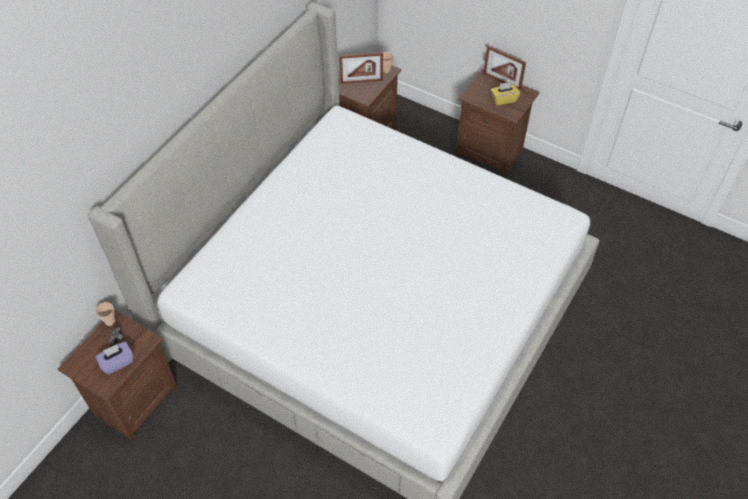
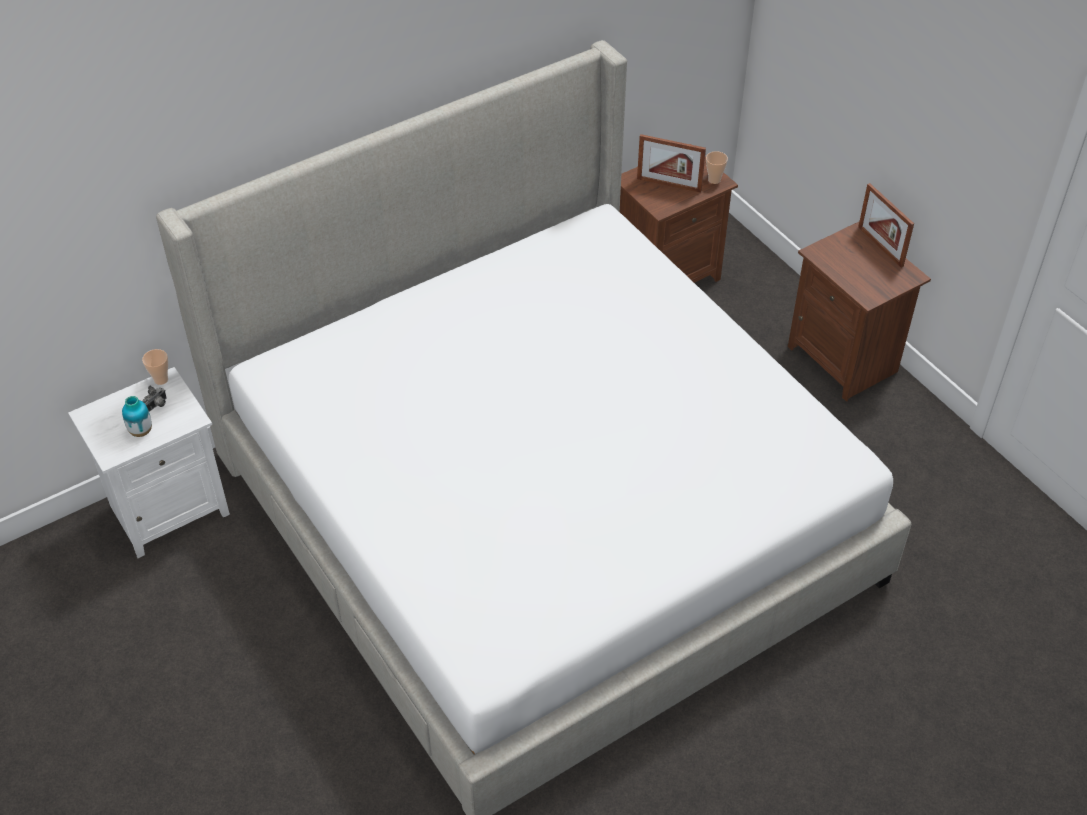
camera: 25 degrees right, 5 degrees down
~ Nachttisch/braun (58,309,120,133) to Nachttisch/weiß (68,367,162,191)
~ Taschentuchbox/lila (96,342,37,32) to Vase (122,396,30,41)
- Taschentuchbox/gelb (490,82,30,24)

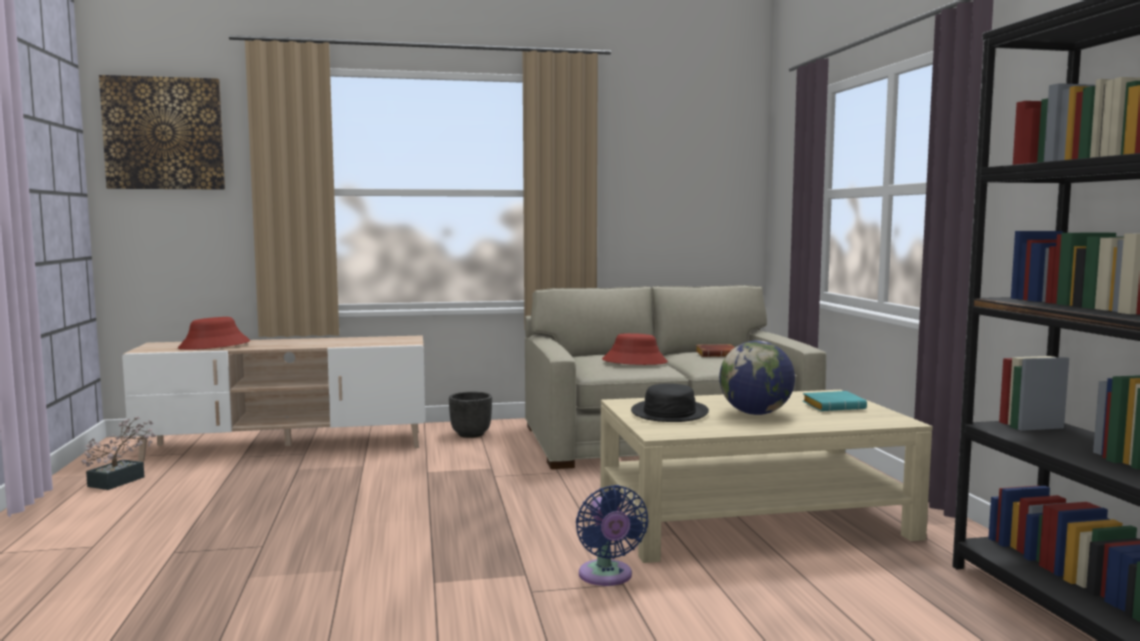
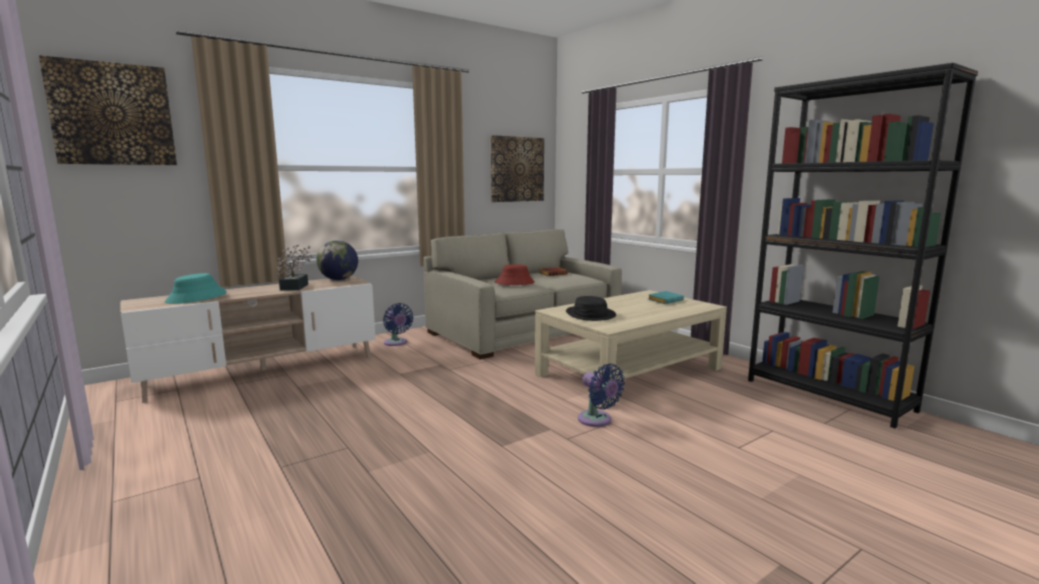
camera: 25 degrees left, 5 degrees up
~ Topfpflanze (81,417,74,73) to (277,245,35,45)
~ Hut/rot (178,317,72,33) to Hut/türkis (165,273,62,31)
~ Pflanzkübel/schwarz (449,392,43,46) to Ventilator/blau (383,303,30,43)
~ Globus (719,340,76,75) to (317,241,41,39)
+ Bild (490,135,54,67)

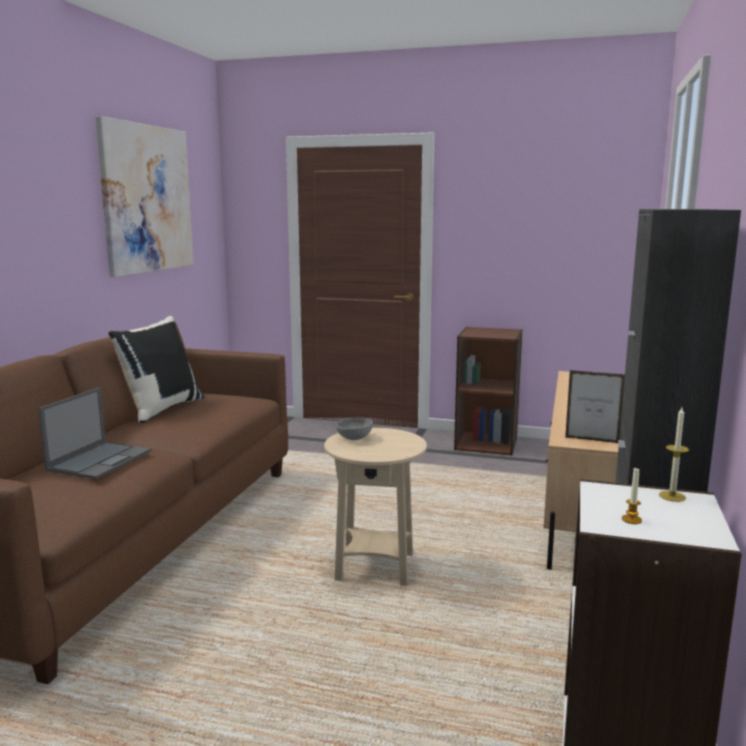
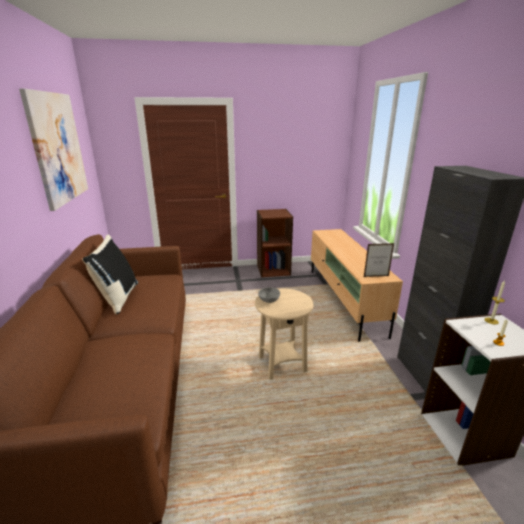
camera: 25 degrees left, 10 degrees up
- Laptop (38,387,113,92)

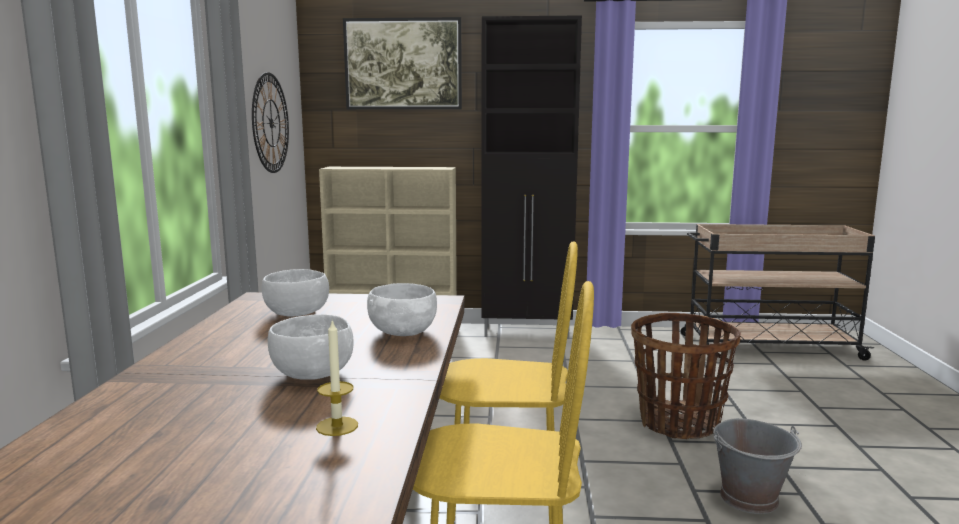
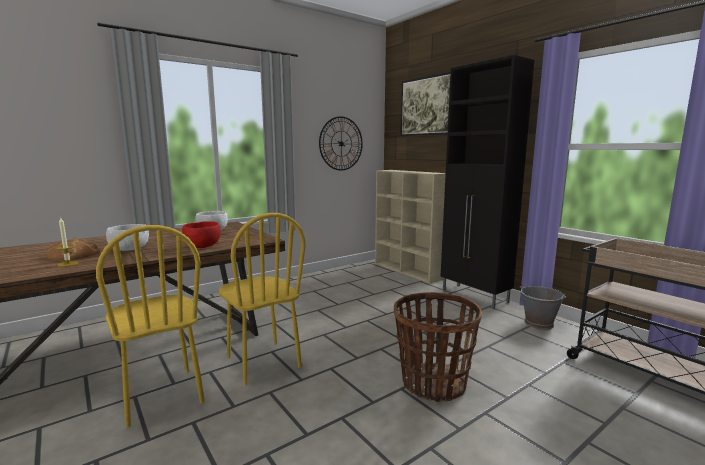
camera: 50 degrees right, 0 degrees up
~ Schüssel/weiß (367,283,70,53) to Schüssel/rot (182,221,39,27)
~ Eimer/grau (713,418,89,96) to (520,284,46,46)
+ Brot (46,238,54,22)

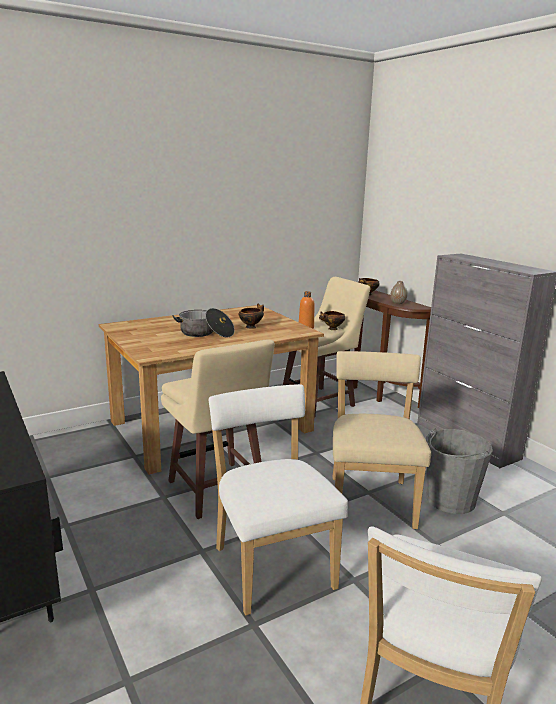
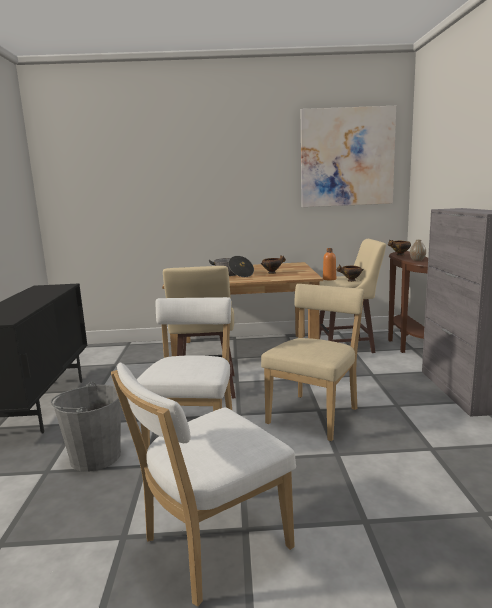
camera: 30 degrees right, 5 degrees down
~ Eimer/grau (426,428,67,86) to (51,382,70,90)
+ Bild (301,106,95,101)

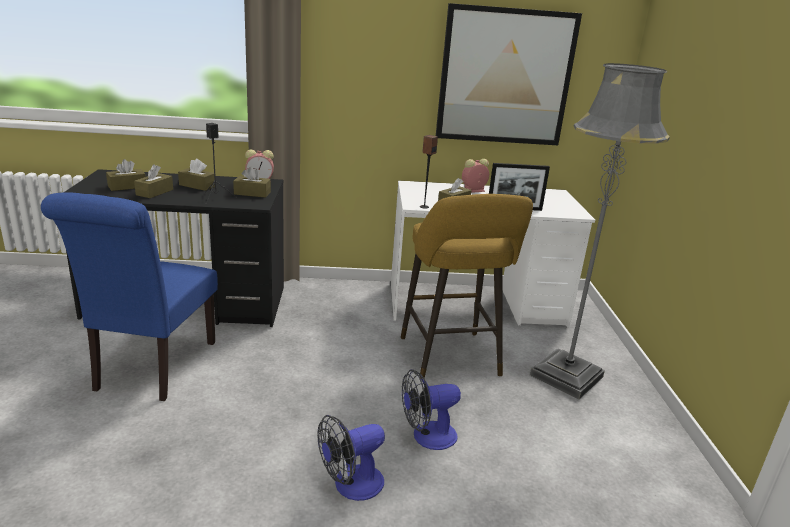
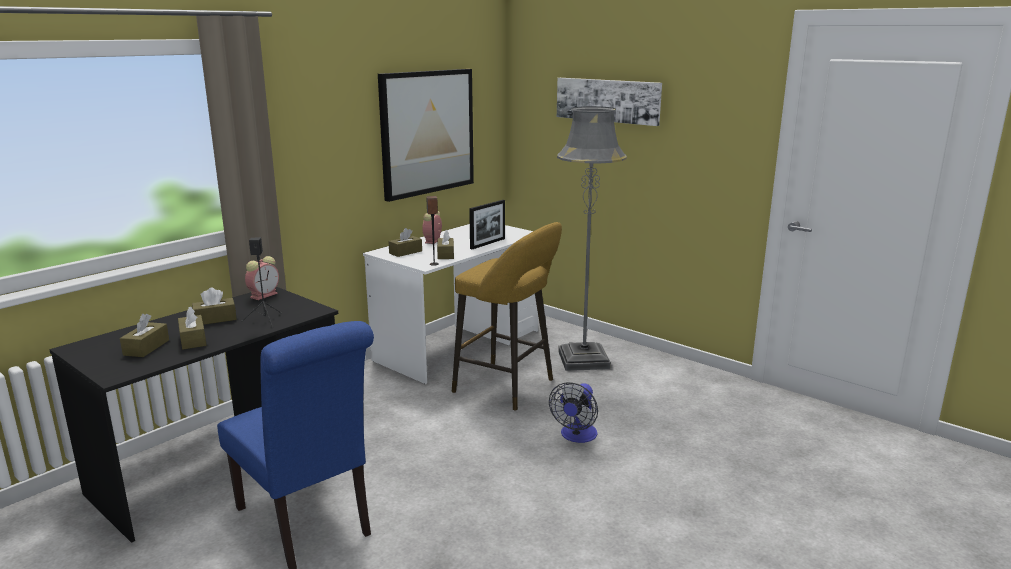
camera: 45 degrees left, 5 degrees down
~ Taschentuchbox/braun (233,166,38,32) to (388,228,34,29)
- Ventilator (317,415,68,86)
+ Bild (557,78,105,48)

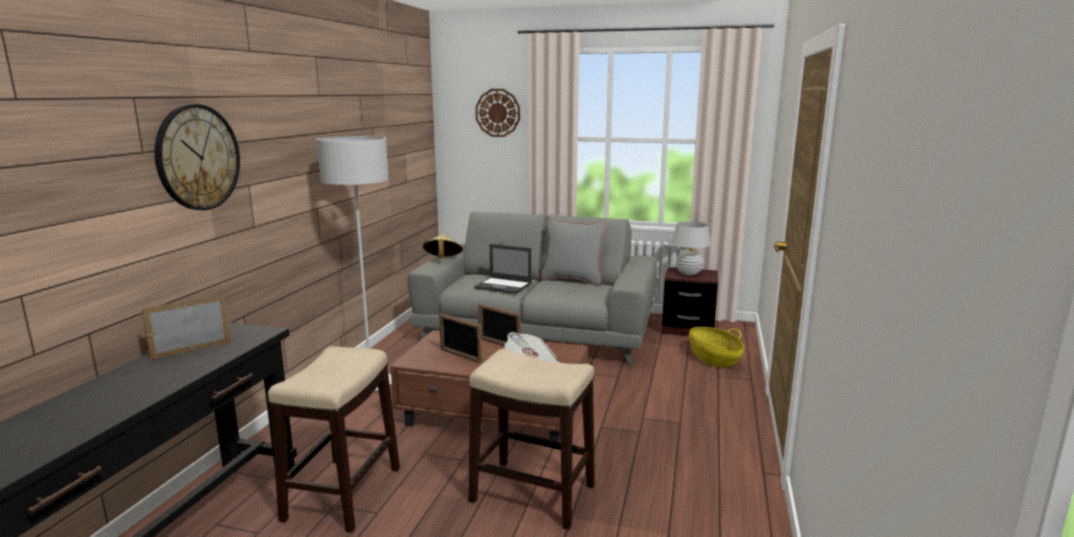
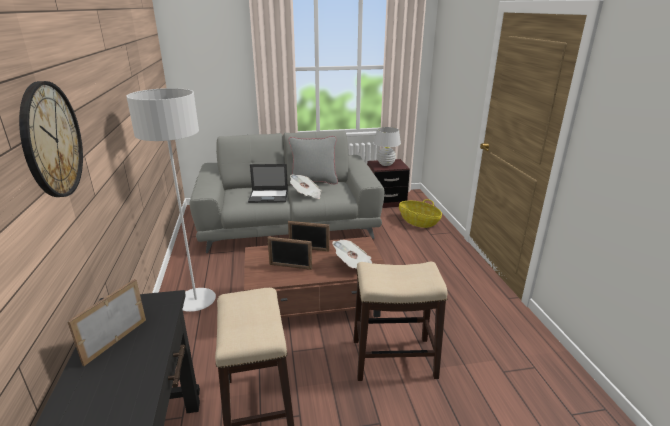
camera: 25 degrees left, 10 degrees up
- Hut/beige (423,234,40,24)
- Wanduhr (475,89,45,48)
+ Zeitung (290,174,31,25)

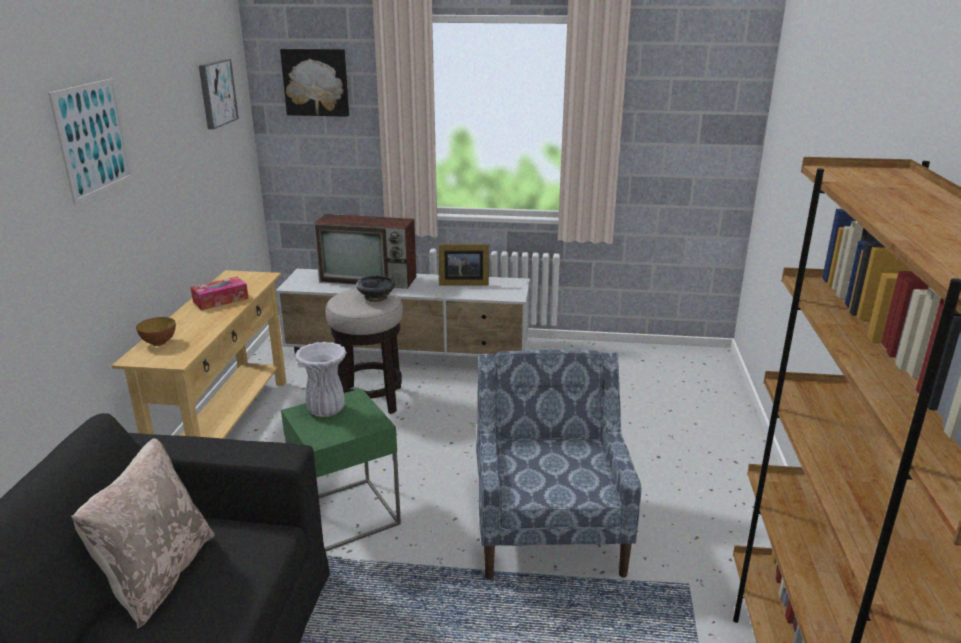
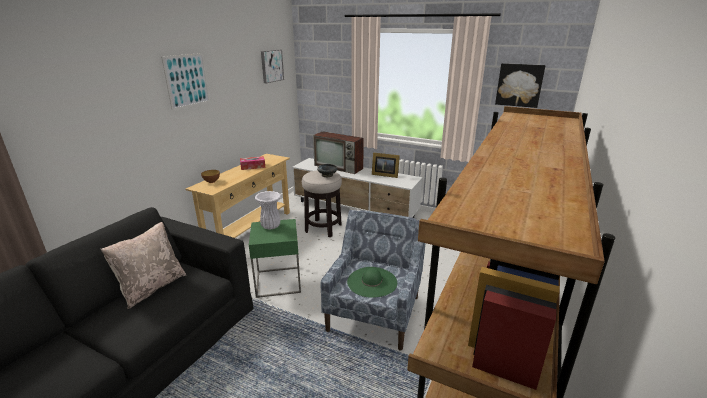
camera: 20 degrees right, 0 degrees up
~ Bild (280,49,69,68) to (495,63,51,45)
+ Hut/grün (347,267,50,31)

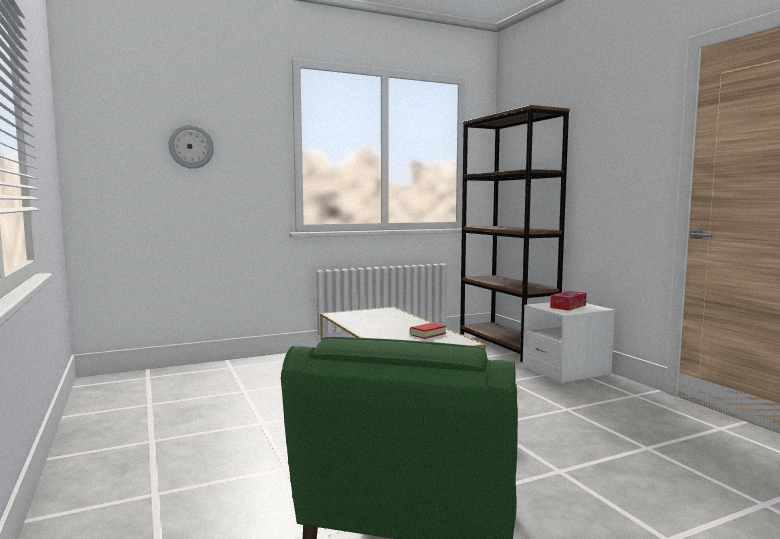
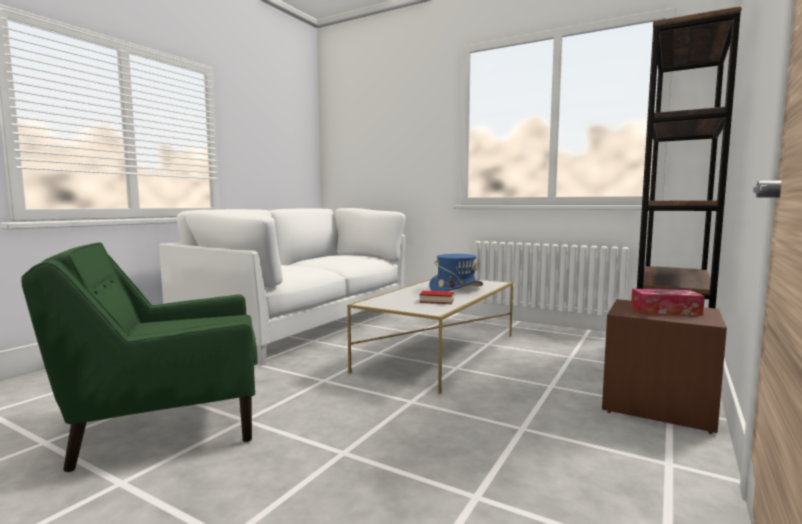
camera: 55 degrees right, 0 degrees up
- Wanduhr (169,125,45,44)
~ Nachttisch/weiß (523,302,92,82) to Nachttisch/braun (602,299,125,135)
+ Sofa/weiß (159,208,246,158)
+ Hut/blau (429,254,54,37)

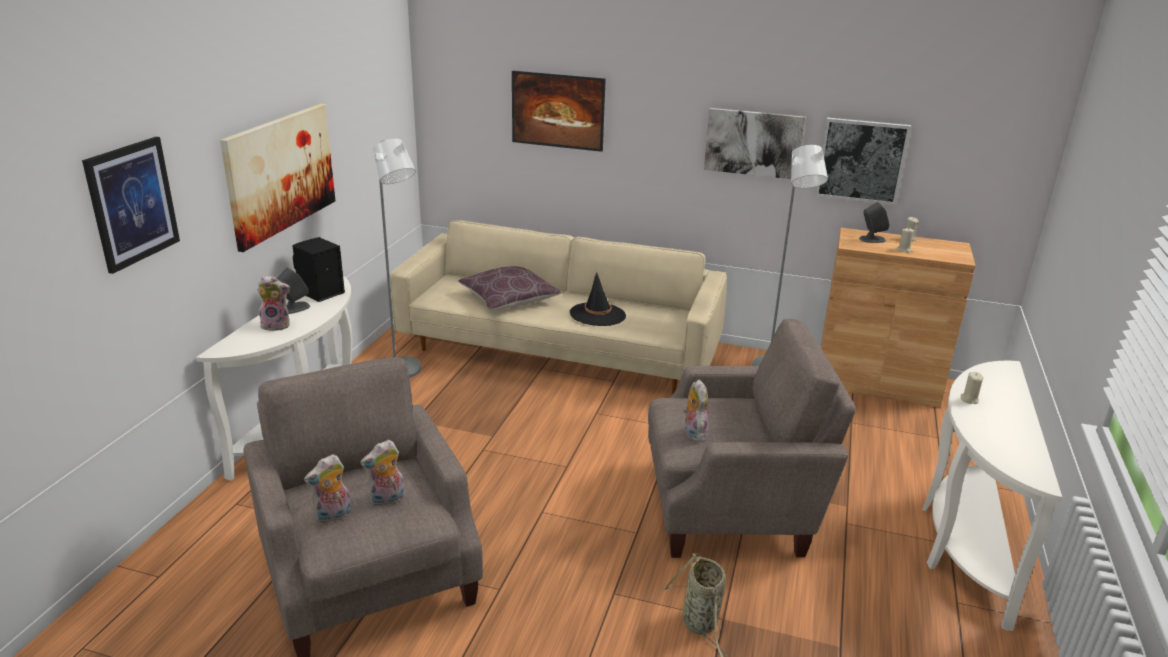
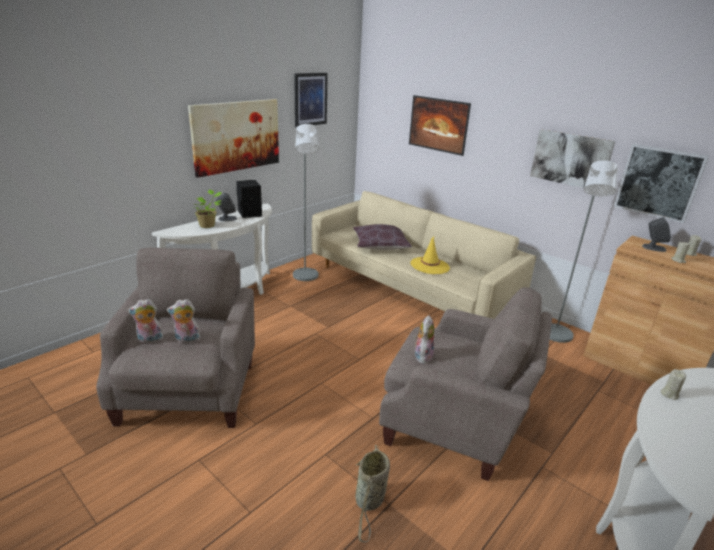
camera: 25 degrees right, 0 degrees up
~ Bild (82,137,98,137) to (294,73,34,55)
~ Plüschtier (257,275,33,56) to Topfpflanze (195,190,27,38)
~ Hut/schwarz (570,273,56,53) to Hut/gelb (410,237,40,37)

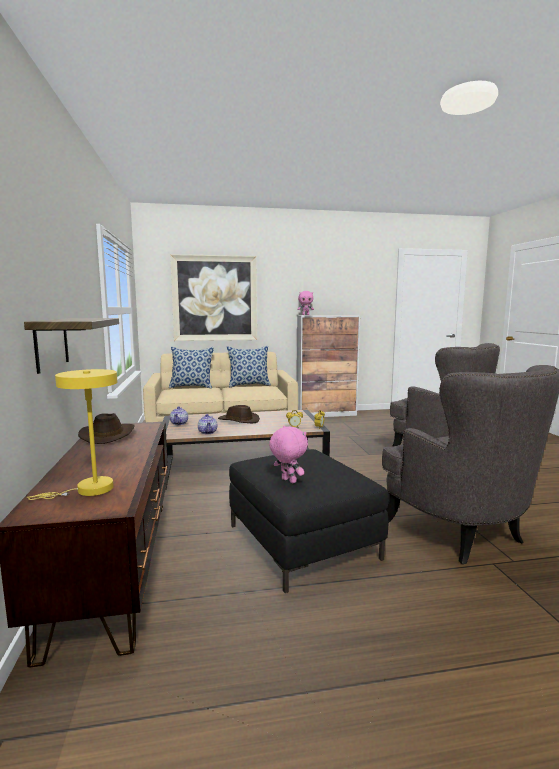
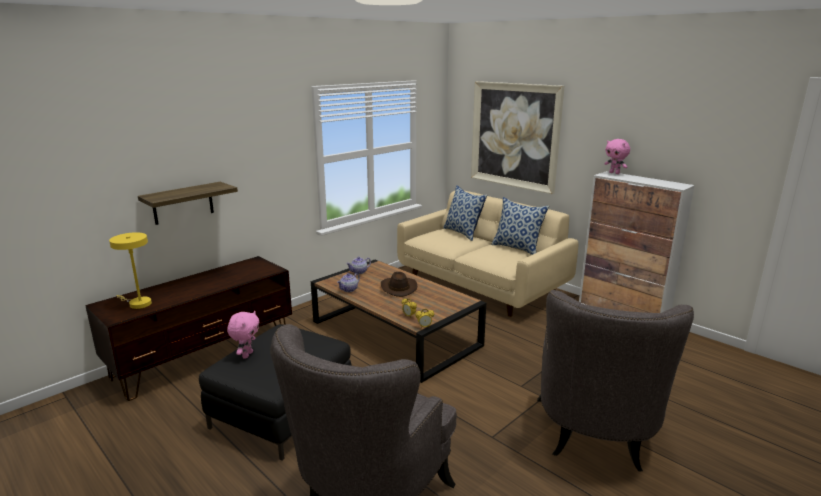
camera: 55 degrees right, 10 degrees up
- Hut/braun (78,413,56,31)

